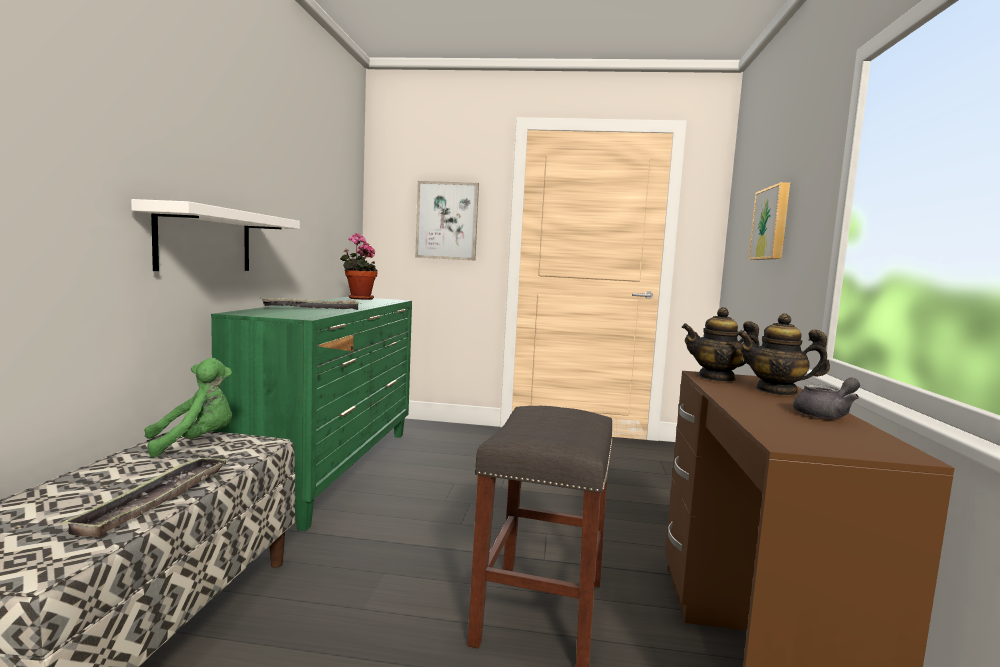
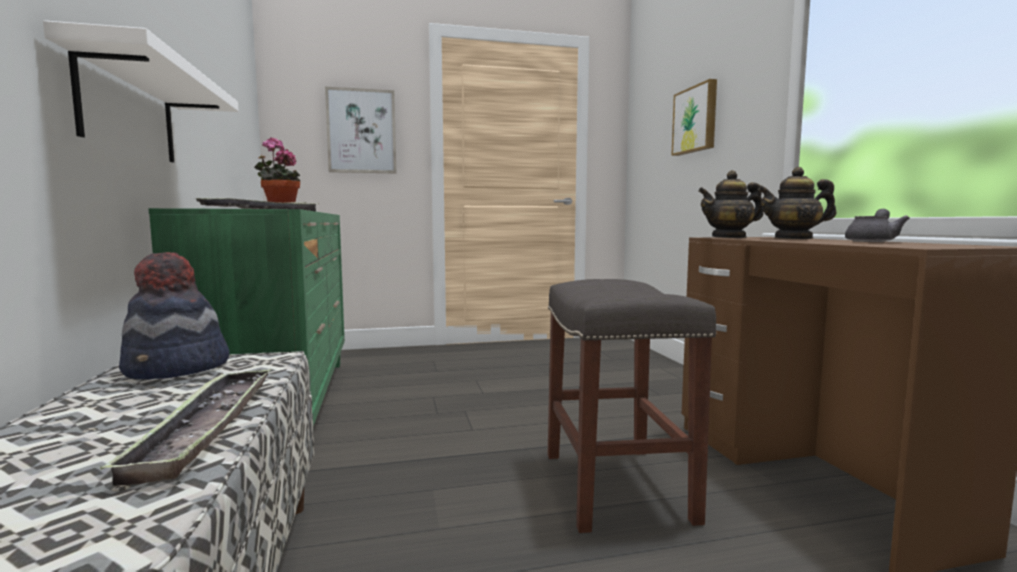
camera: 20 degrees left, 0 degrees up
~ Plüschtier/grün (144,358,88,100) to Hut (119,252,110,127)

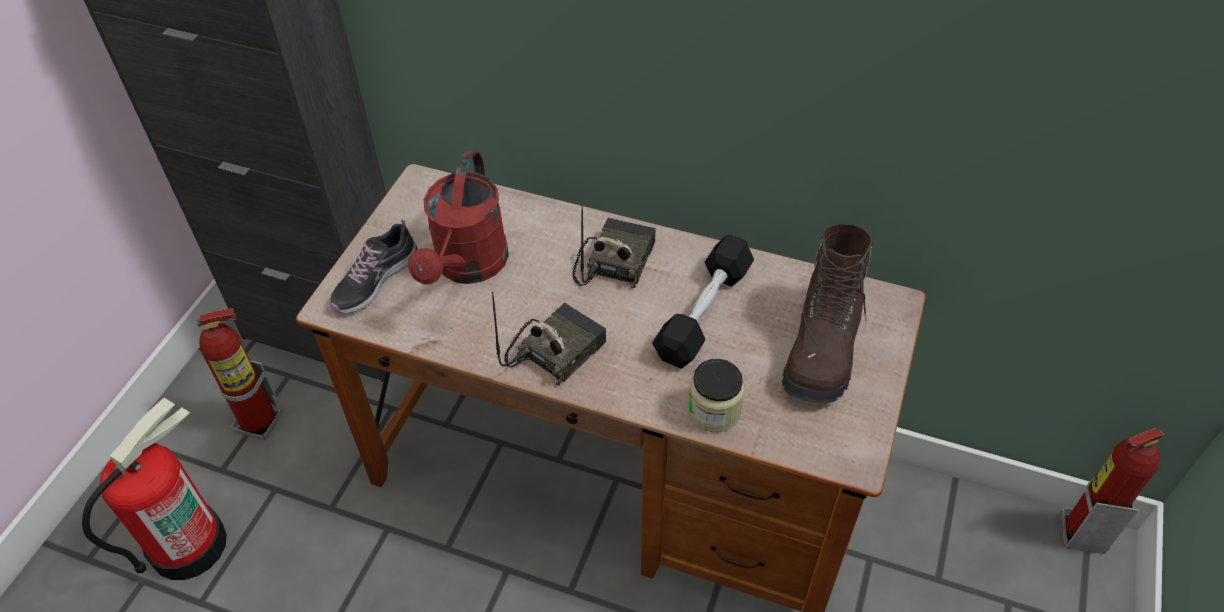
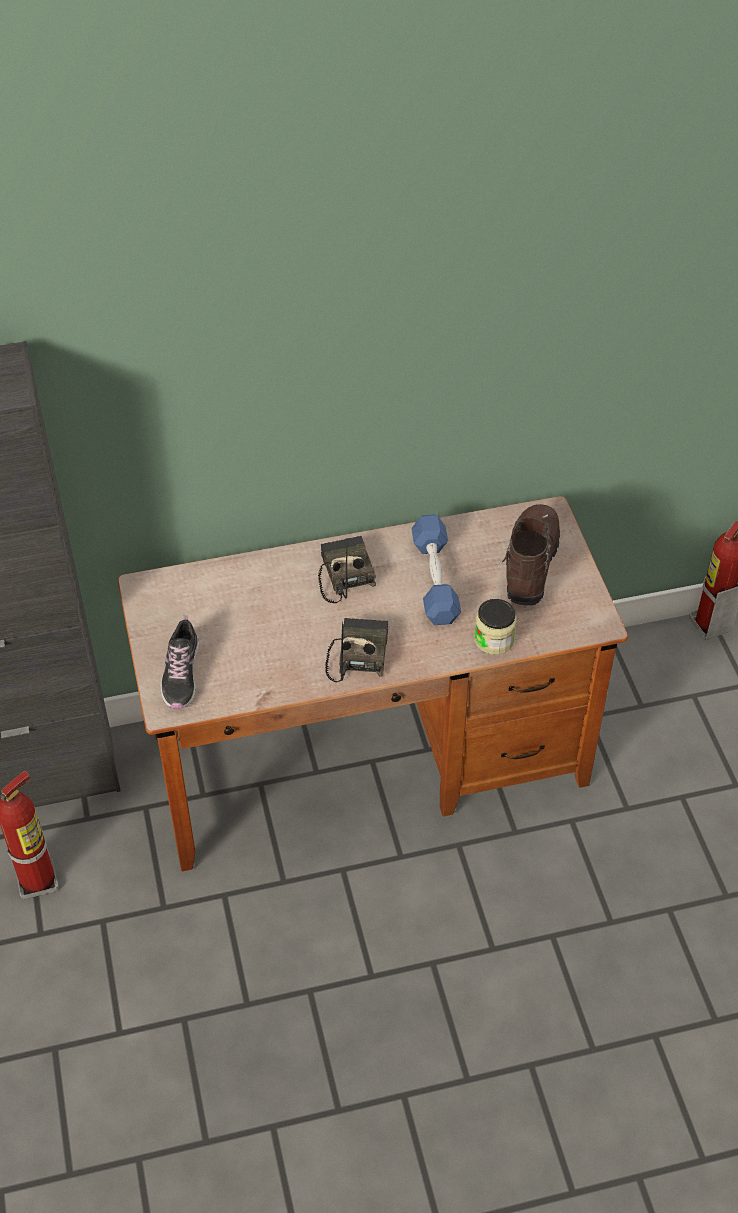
camera: 35 degrees left, 0 degrees up
- Feuerlöscher (82,398,145,182)
- Gießkanne/rot (408,151,101,134)
~ Hantel/schwarz (652,235,102,134) to Hantel/blau (412,514,49,111)
~ Stiefel/braun (782,223,91,181) = (500,504,60,102) 150 degrees counterclockwise

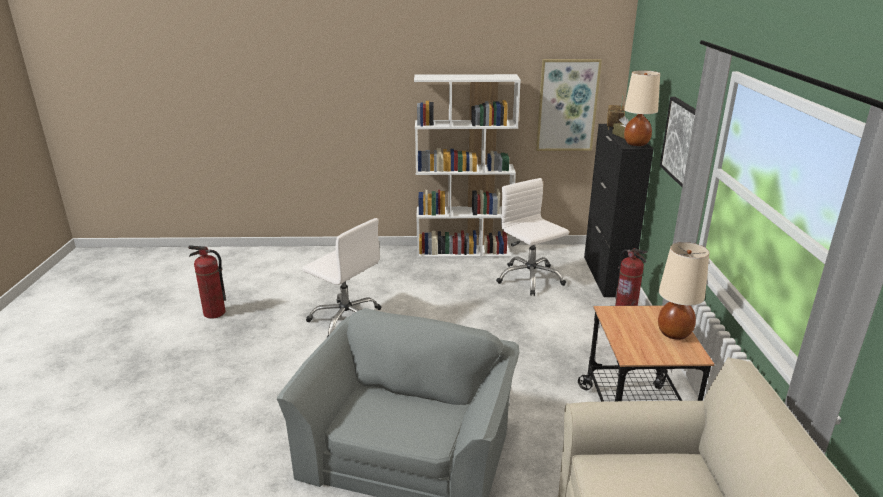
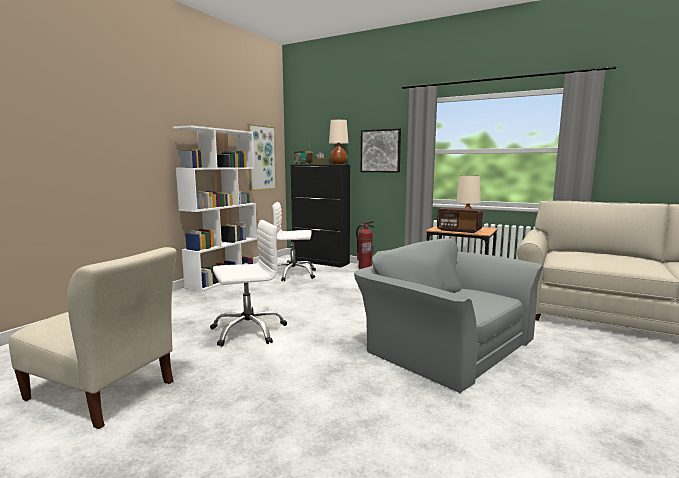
camera: 60 degrees left, 15 degrees down
~ Feuerlöscher (188,245,38,74) to Stuhl/beige (8,247,169,182)
+ Radio (437,207,46,26)

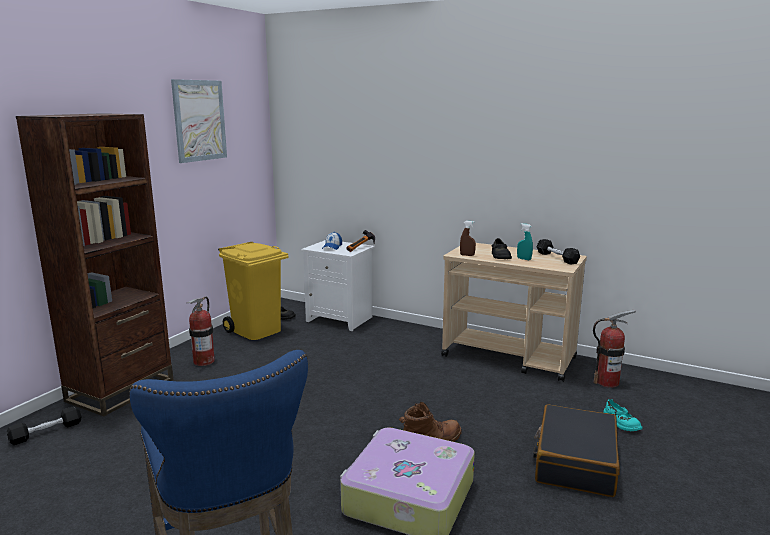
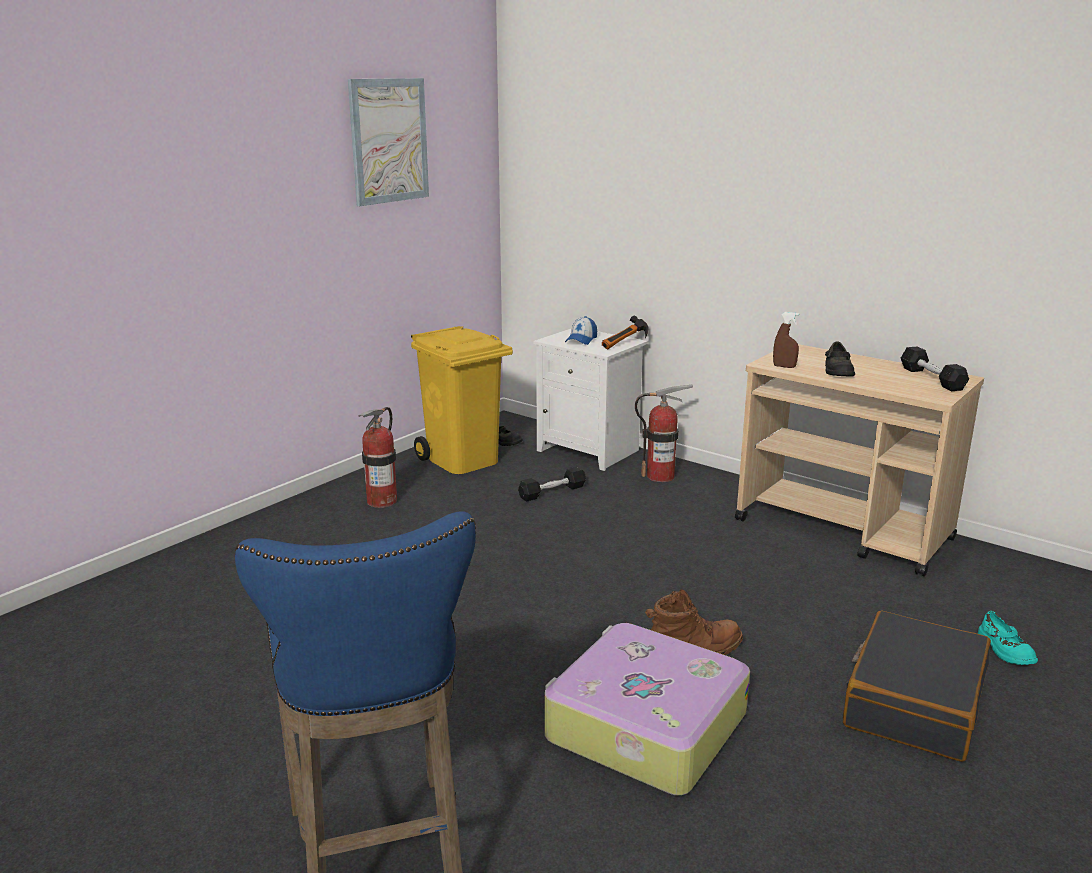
camera: 10 degrees right, 5 degrees up
~ Hantel/schwarz (7,406,74,39) to (518,467,68,35)
- Bücherregal/braun (16,113,157,303)
- Sprühflasche/türkis (517,223,16,37)
~ Feuerlöscher (593,310,43,78) to (635,385,58,97)

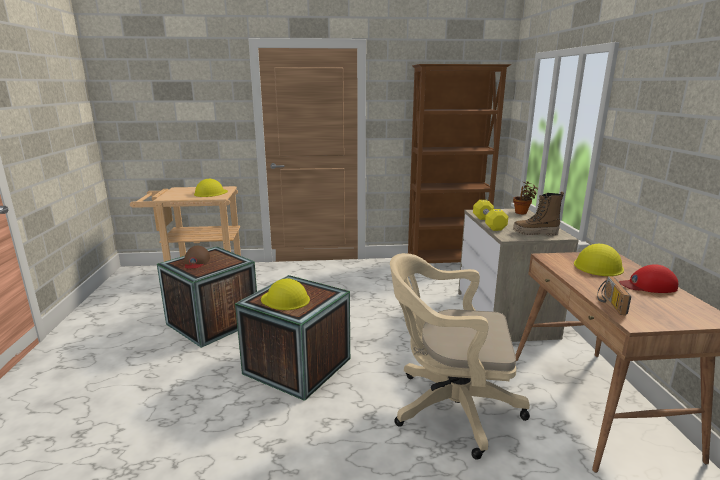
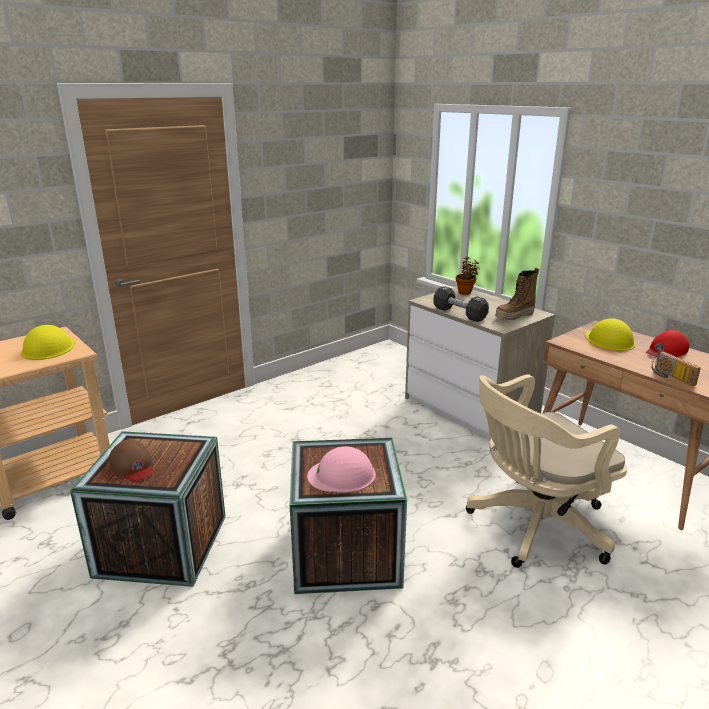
camera: 35 degrees left, 5 degrees up
~ Schutzhelm/gelb (261,278,49,32) to Schutzhelm/rosa (307,446,69,47)
- Bücherregal/braun (408,64,103,199)
~ Hantel/gelb (473,200,35,31) to Hantel/schwarz (433,286,56,36)

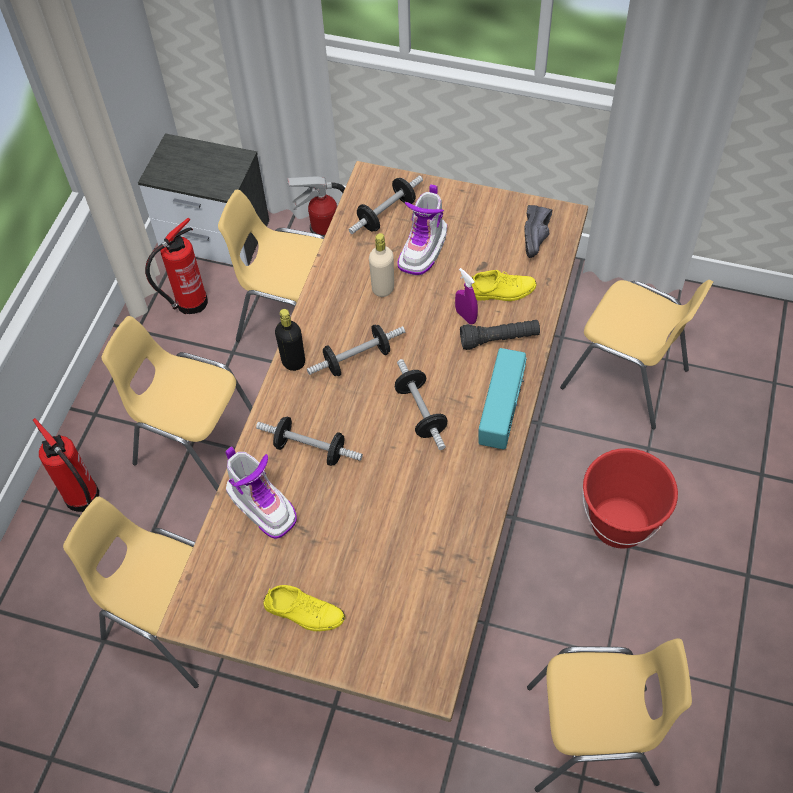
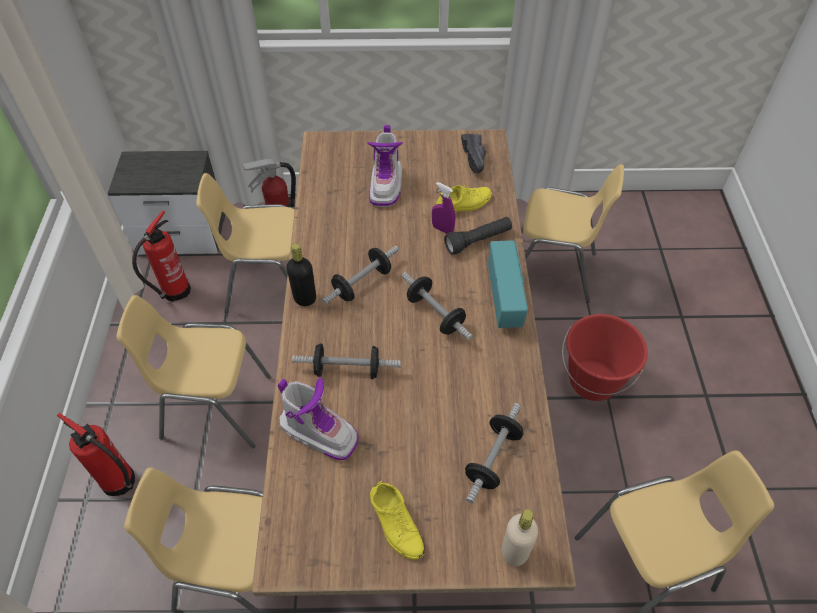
camera: 20 degrees left, 5 degrees down
~ Schuh/gelb (264,585,81,46) = (370,481,55,79) 60 degrees clockwise
~ Hantel (348,176,75,58) to (465,403,58,101)
~ Flasche/beige (369,233,25,64) to (502,509,36,57)

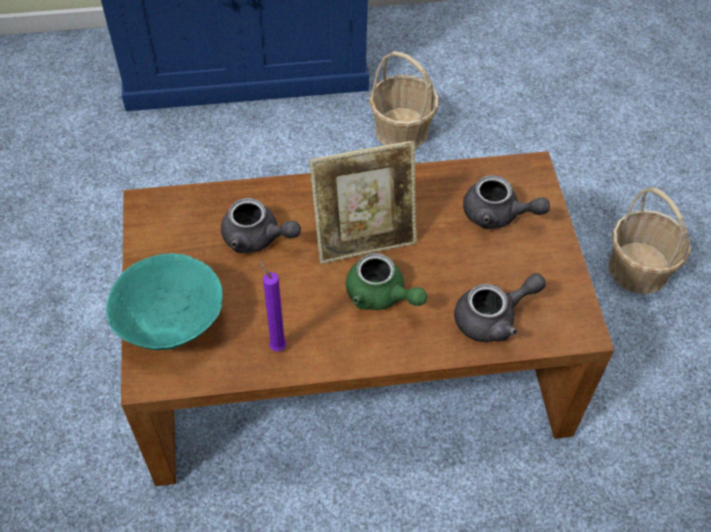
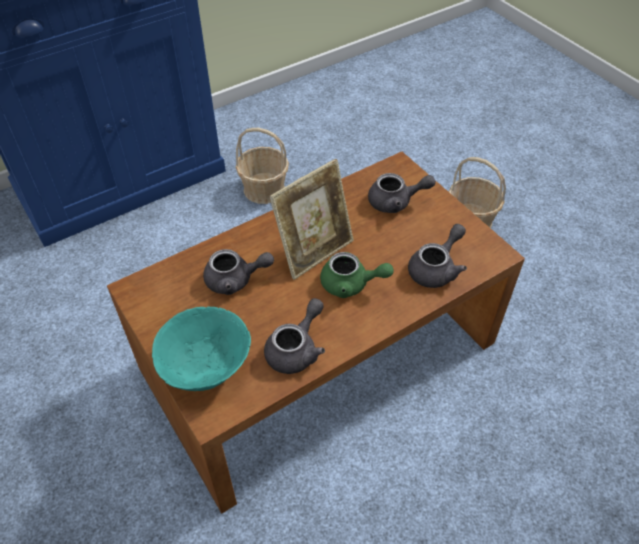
camera: 25 degrees left, 5 degrees down
~ Kerze/lila (259,260,27,91) to Teekanne/grau (264,298,61,76)

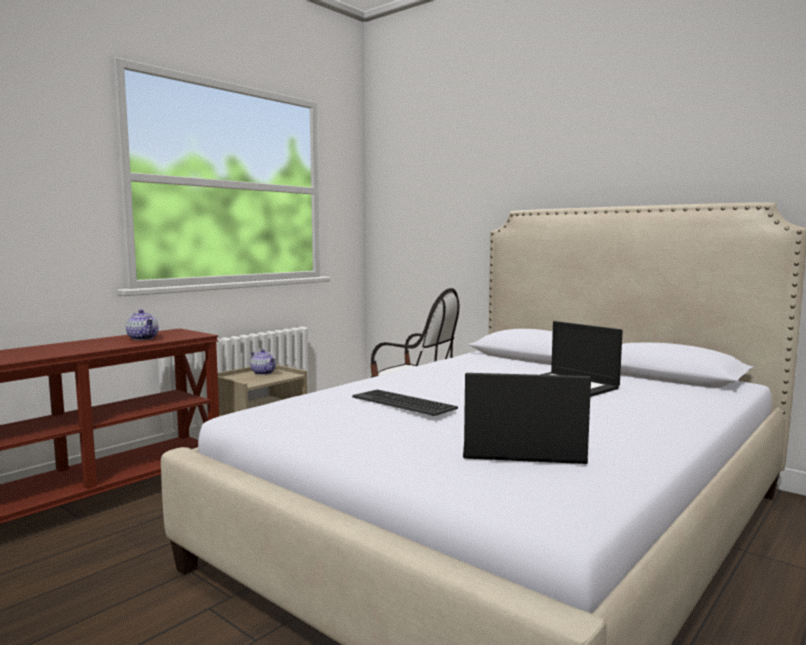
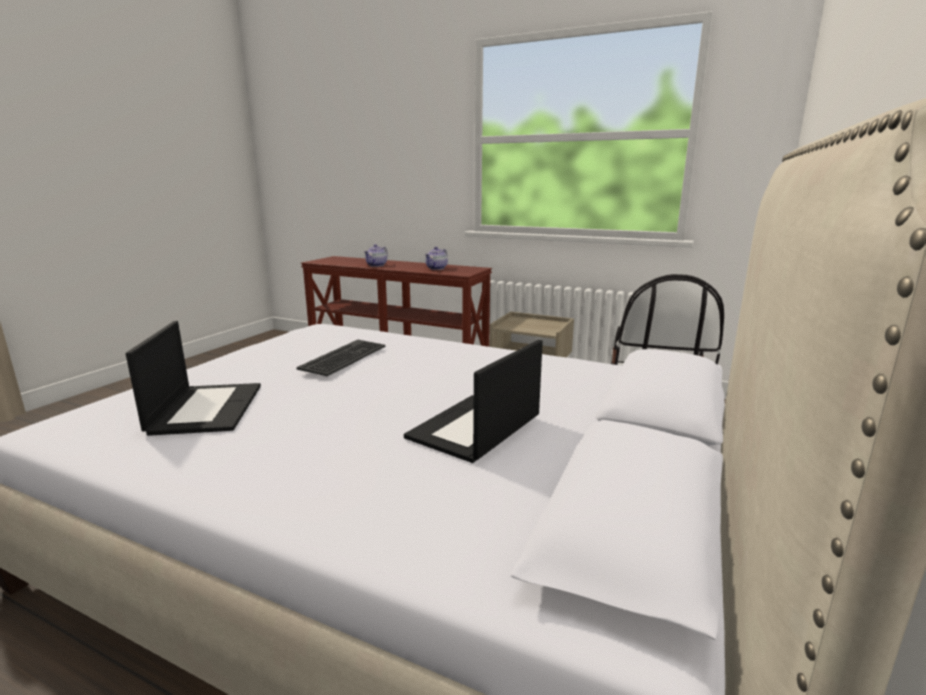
camera: 75 degrees right, 10 degrees up
~ Teekanne (250,349,26,26) to (364,244,24,23)

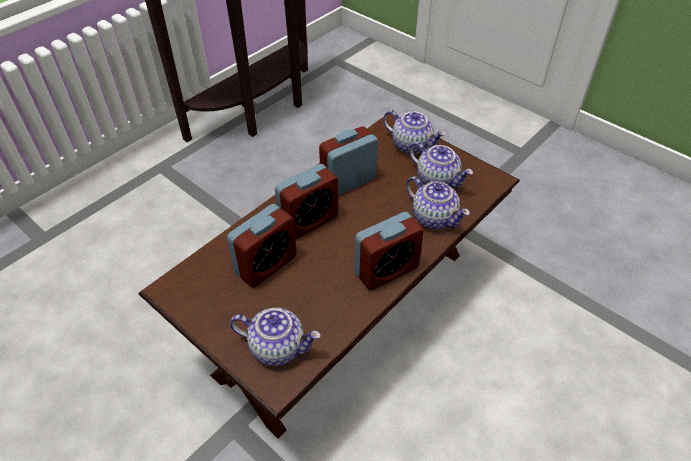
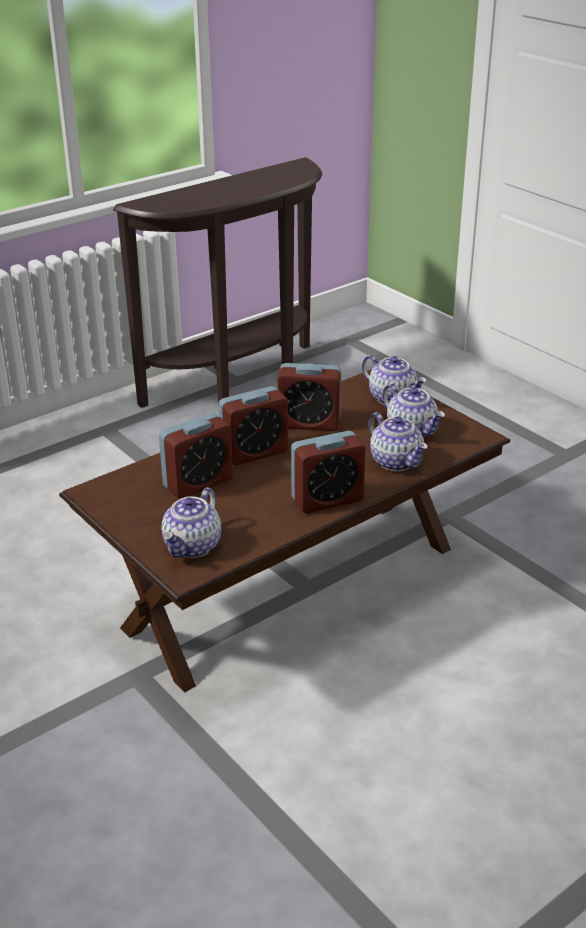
camera: 10 degrees right, 15 degrees down
~ Teekanne (230,308,91,58) = (162,487,59,71) 90 degrees clockwise
~ Wecker (319,127,59,69) = (277,363,64,68) 150 degrees counterclockwise

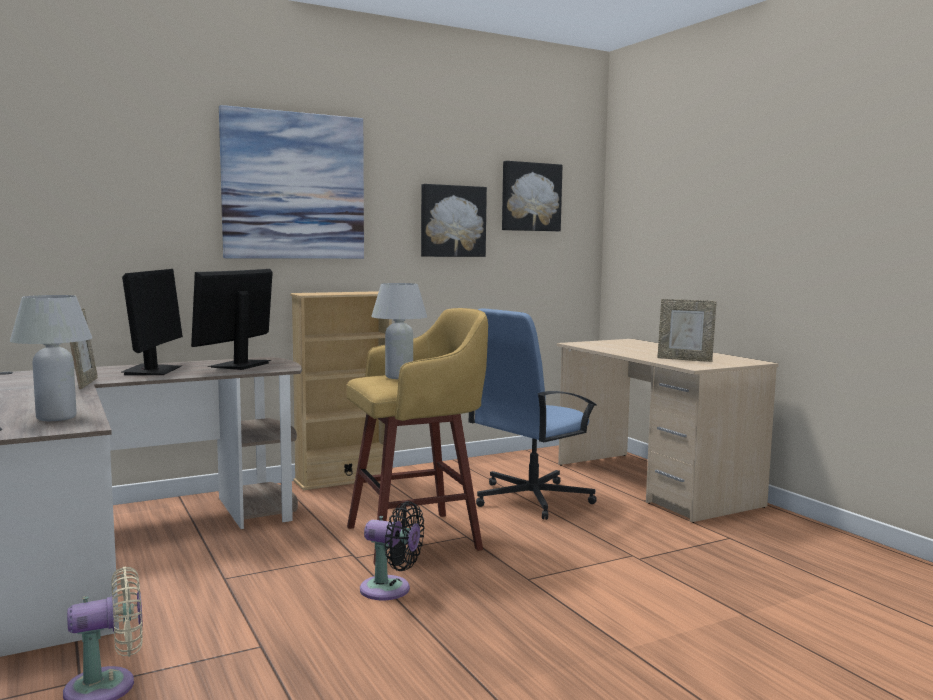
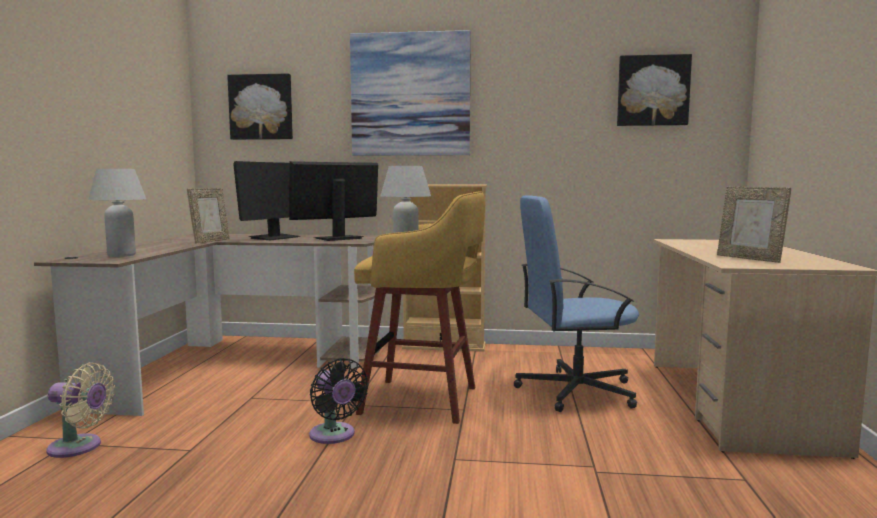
camera: 35 degrees right, 0 degrees up
~ Bild (421,184,66,73) to (227,73,66,67)

